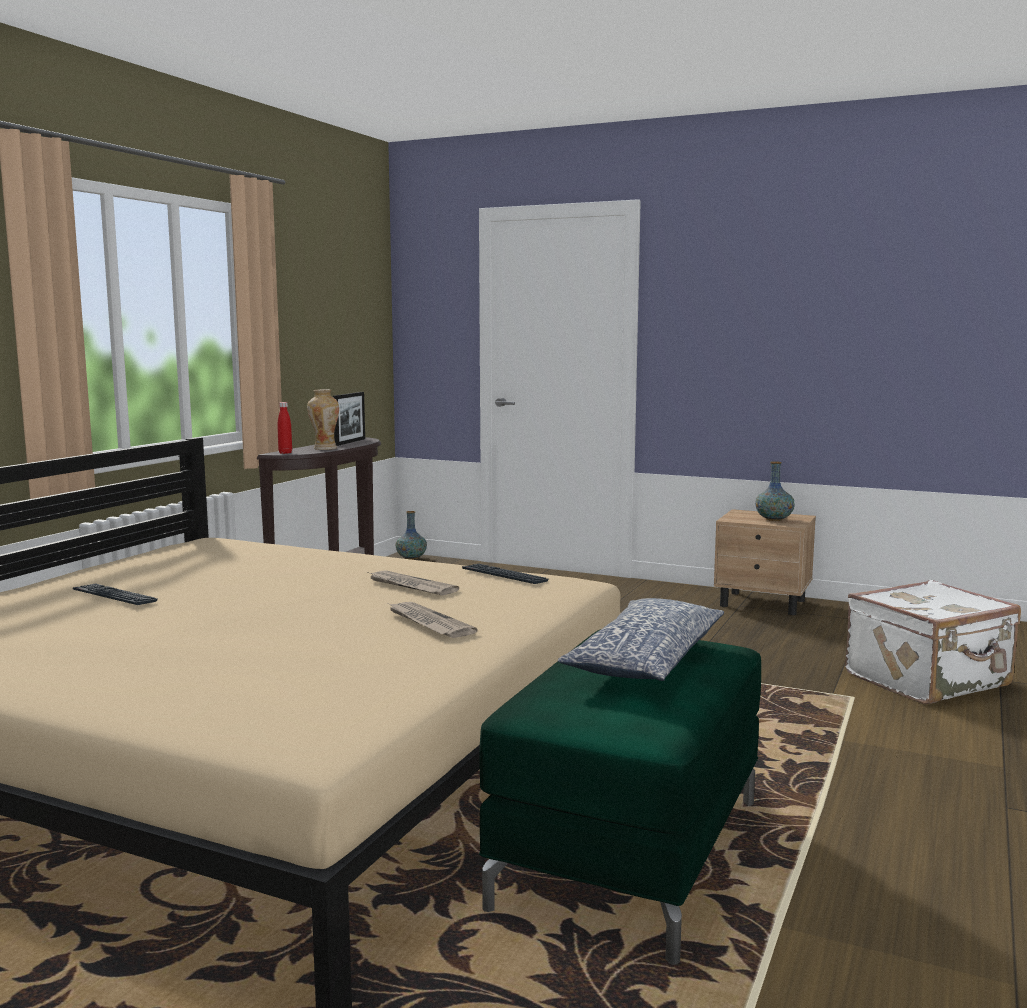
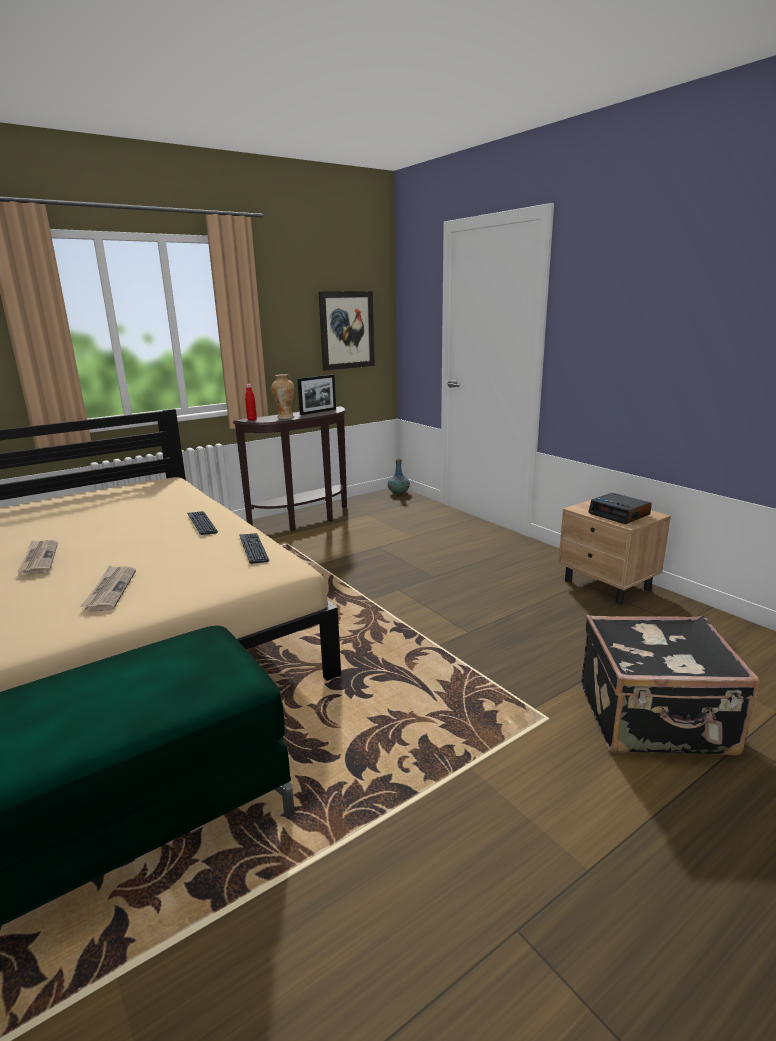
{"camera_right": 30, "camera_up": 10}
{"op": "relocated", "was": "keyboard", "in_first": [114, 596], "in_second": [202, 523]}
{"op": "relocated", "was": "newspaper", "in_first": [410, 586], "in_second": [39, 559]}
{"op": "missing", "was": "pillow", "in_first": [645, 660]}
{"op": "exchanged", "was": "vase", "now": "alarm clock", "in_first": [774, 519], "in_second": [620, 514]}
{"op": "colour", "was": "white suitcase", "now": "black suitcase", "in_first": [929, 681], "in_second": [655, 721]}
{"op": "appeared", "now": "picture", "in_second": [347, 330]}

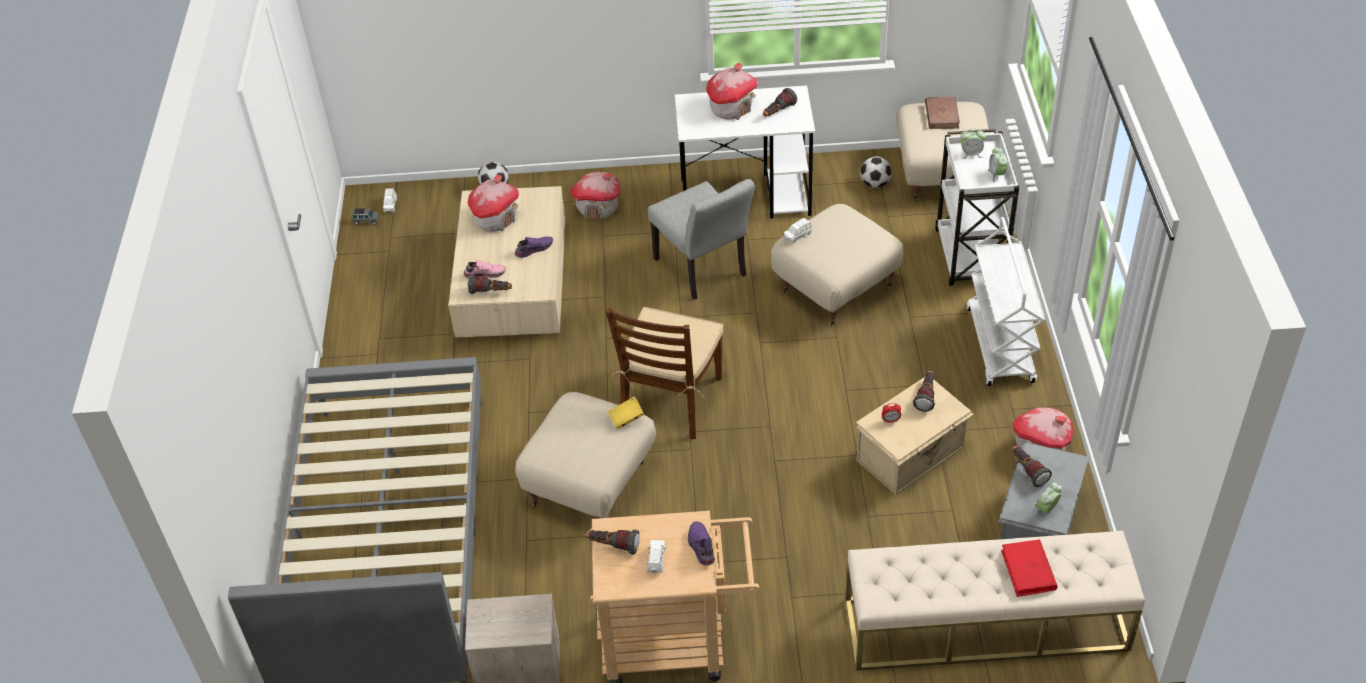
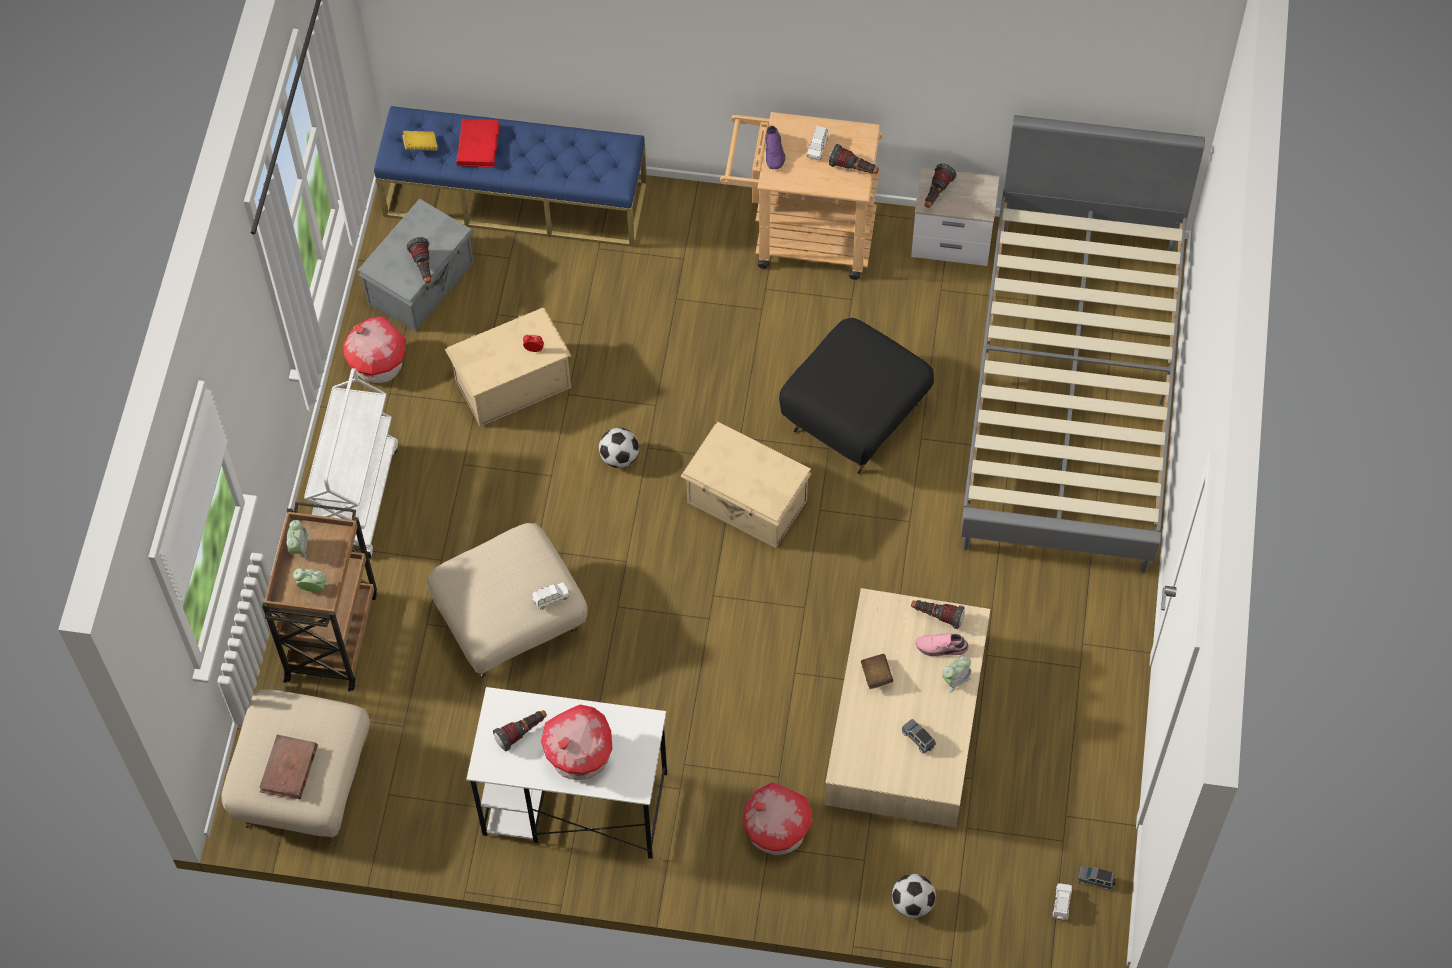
{"camera_right": -170, "camera_up": 15}
{"op": "exchanged", "was": "toy house", "now": "grey toy car", "in_first": [496, 219], "in_second": [918, 739]}
{"op": "exchanged", "was": "purple shoe", "now": "brown book", "in_first": [533, 249], "in_second": [876, 675]}
{"op": "colour", "was": "beige ottoman", "now": "black ottoman", "in_first": [589, 484], "in_second": [856, 417]}
{"op": "exchanged", "was": "brown chair", "now": "beige storage box", "in_first": [671, 400], "in_second": [747, 503]}
{"op": "relocated", "was": "yellow book", "in_first": [626, 418], "in_second": [420, 146]}
{"op": "missing", "was": "grey chair", "in_first": [704, 271]}
{"op": "colour", "was": "beige bench", "now": "blue bench", "in_first": [985, 625], "in_second": [516, 199]}
{"op": "relocated", "was": "football", "in_first": [875, 184], "in_second": [619, 457]}
{"op": "relocated", "was": "flashlight", "in_first": [926, 396], "in_second": [936, 194]}
{"op": "colour", "was": "white cart", "now": "brown cart", "in_first": [970, 257], "in_second": [332, 633]}
{"op": "relocated", "was": "alarm clock", "in_first": [1046, 509], "in_second": [955, 680]}

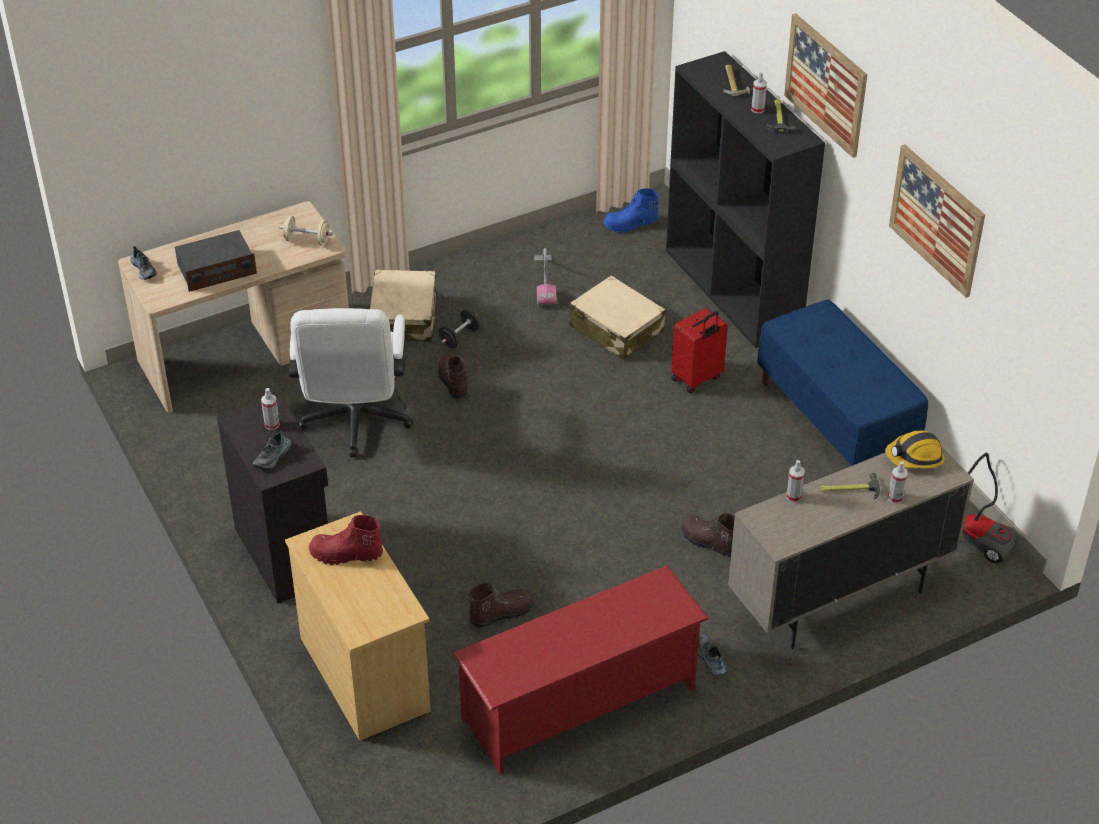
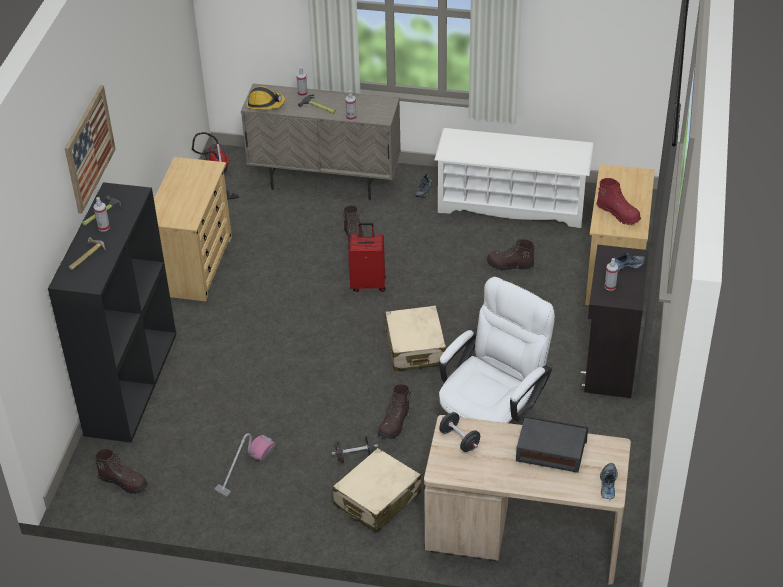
{"camera_right": -140, "camera_up": 0}
{"op": "colour", "was": "beige dumbbell", "now": "black dumbbell", "in_first": [307, 240], "in_second": [459, 440]}
{"op": "colour", "was": "red shoe rack", "now": "white shoe rack", "in_first": [580, 704], "in_second": [512, 204]}
{"op": "relocated", "was": "beige suitcase", "in_first": [616, 329], "in_second": [415, 348]}
{"op": "colour", "was": "blue boot", "now": "brown boot", "in_first": [631, 224], "in_second": [124, 482]}
{"op": "relocated", "was": "red suitcase", "in_first": [697, 379], "in_second": [368, 284]}
{"op": "exchanged", "was": "blue bench", "now": "beige dresser", "in_first": [836, 419], "in_second": [195, 265]}
{"op": "missing", "was": "picture", "in_first": [937, 220]}

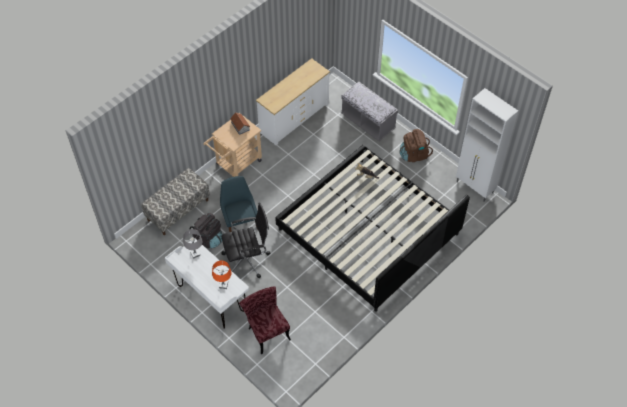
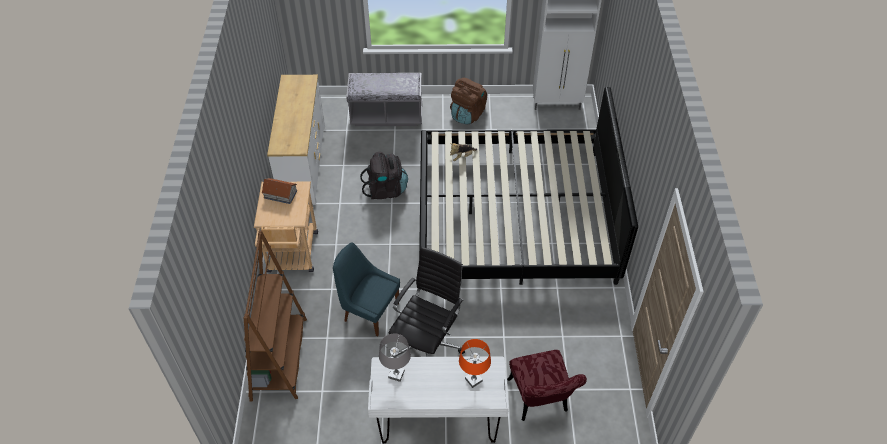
{"camera_right": -45, "camera_up": -5}
{"op": "exchanged", "was": "bench", "now": "brown bookcase", "in_first": [178, 210], "in_second": [279, 358]}
{"op": "relocated", "was": "black backpack", "in_first": [208, 238], "in_second": [386, 189]}
{"op": "spun", "was": "red chair", "in_first": [266, 330], "in_second": [540, 401], "clockwise": -120}

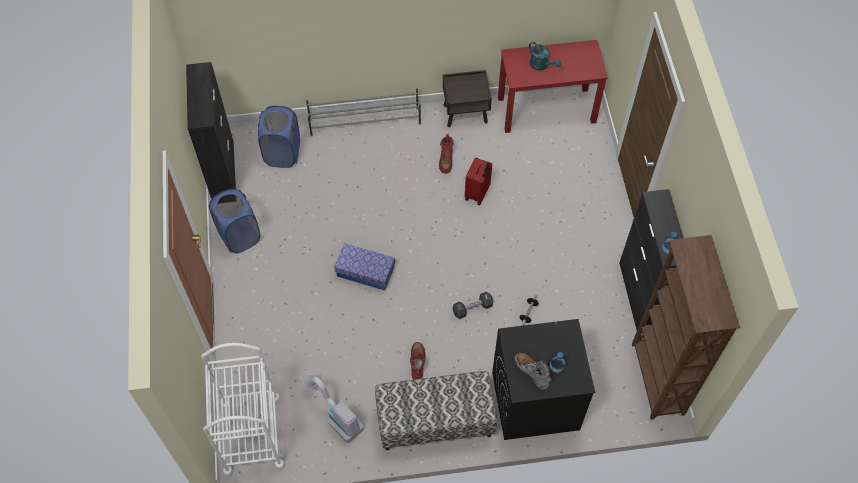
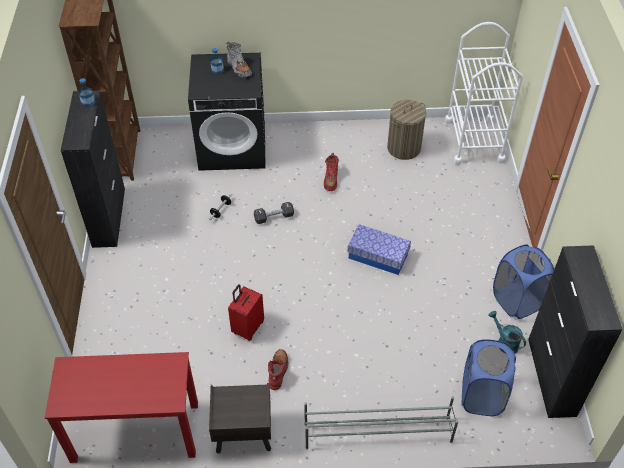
{"camera_right": -175, "camera_up": -10}
{"op": "exchanged", "was": "vacuum cleaner", "now": "laundry basket", "in_first": [336, 416], "in_second": [404, 148]}
{"op": "missing", "was": "bench", "in_first": [435, 422]}
{"op": "relocated", "was": "turquoise watering can", "in_first": [541, 65], "in_second": [504, 342]}

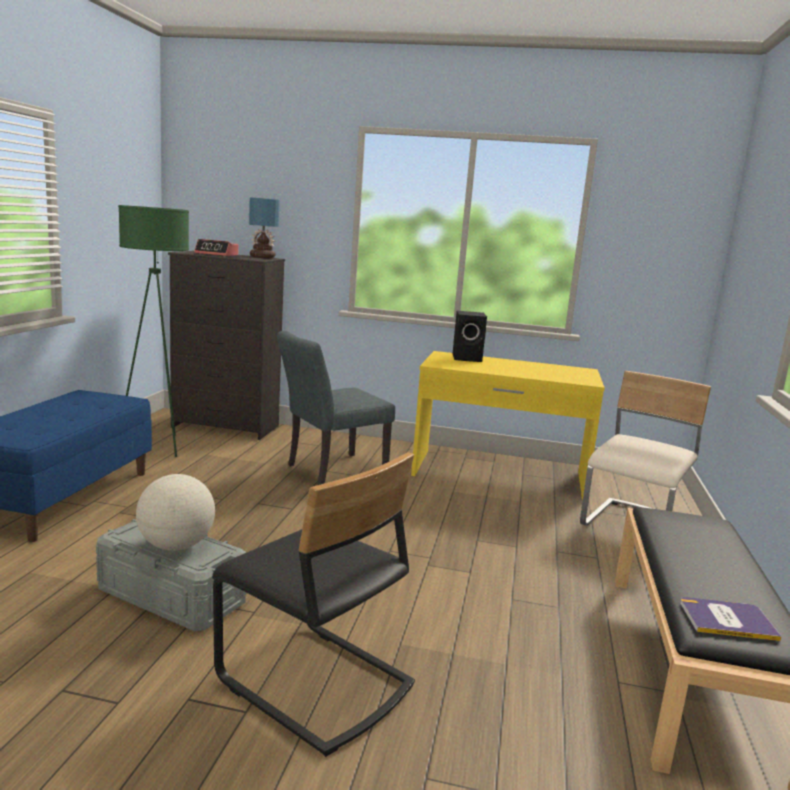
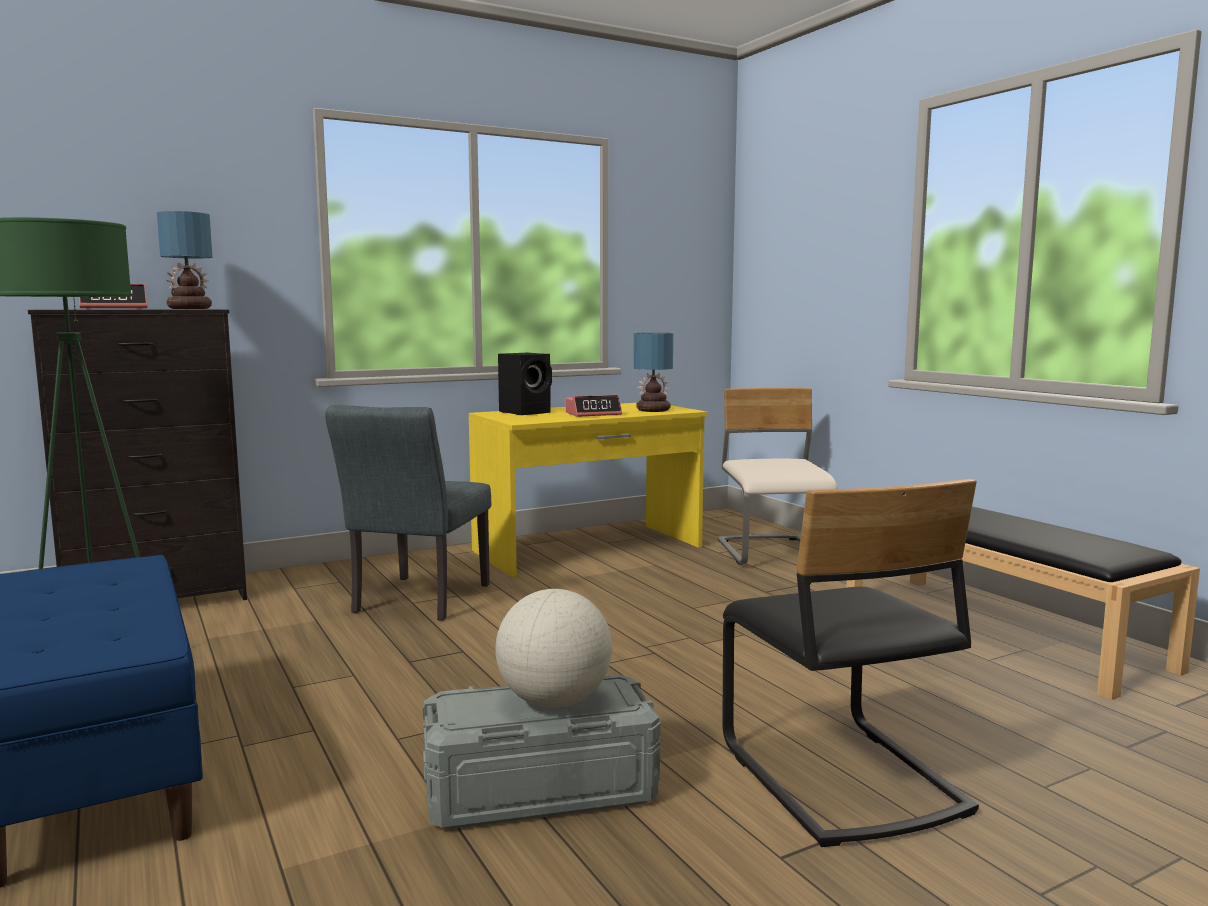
{"camera_right": -40, "camera_up": -5}
{"op": "spun", "was": "black chair", "in_first": [314, 683], "in_second": [839, 778], "clockwise": 75}
{"op": "missing", "was": "book", "in_first": [727, 620]}
{"op": "appeared", "now": "alarm clock", "in_second": [593, 414]}
{"op": "appeared", "now": "table lamp", "in_second": [652, 410]}

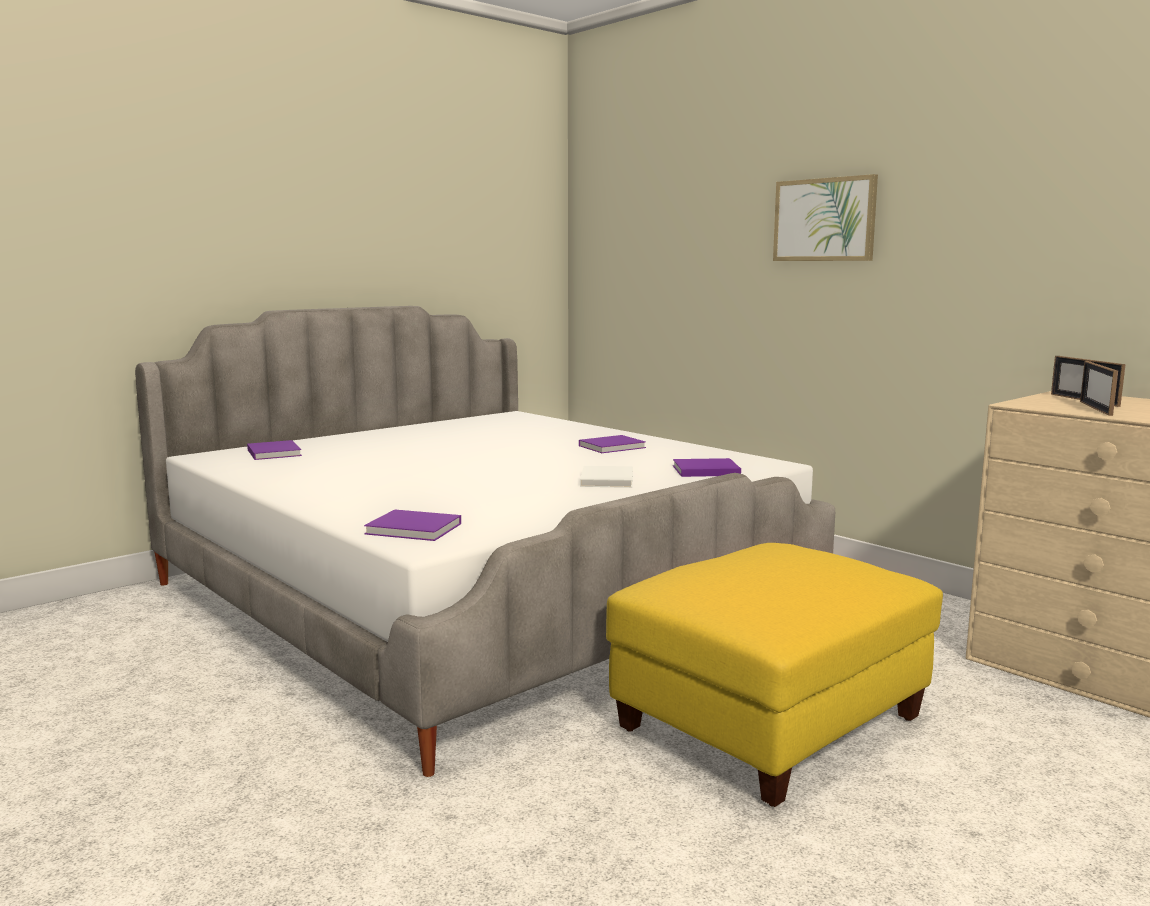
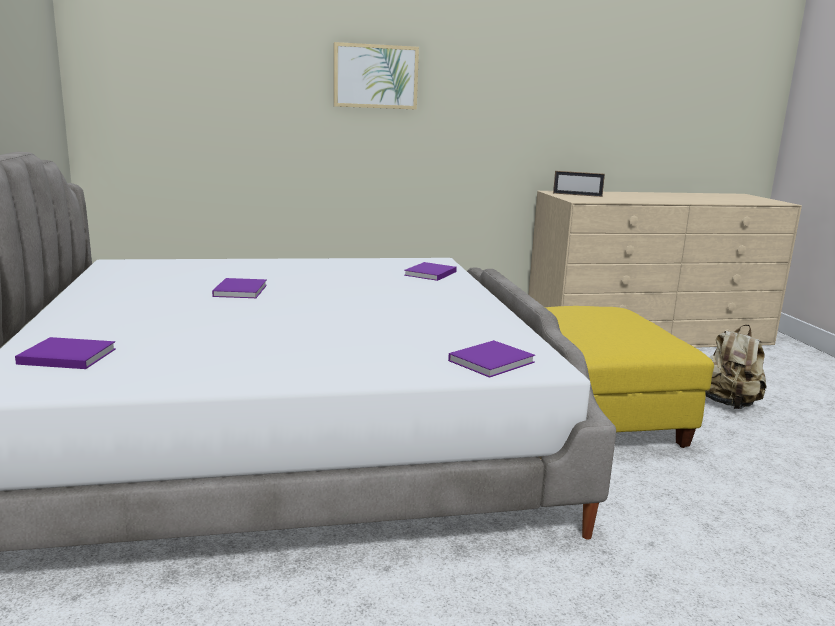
{"camera_right": -60, "camera_up": 5}
{"op": "relocated", "was": "purple book", "in_first": [613, 446], "in_second": [241, 290]}
{"op": "missing", "was": "white book", "in_first": [607, 479]}
{"op": "missing", "was": "picture frame", "in_first": [1095, 408]}
{"op": "appeared", "now": "beige backpack", "in_second": [728, 404]}

